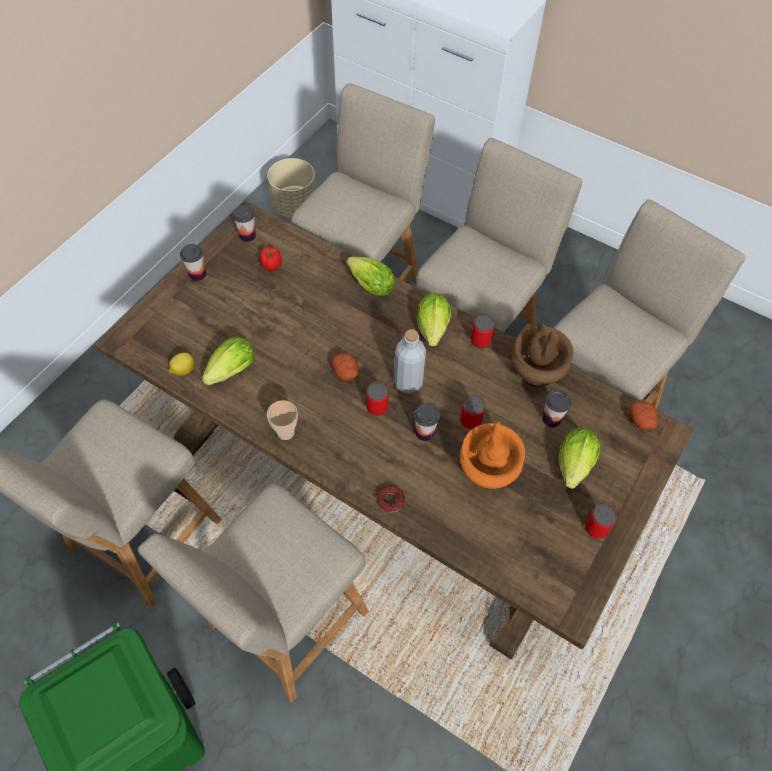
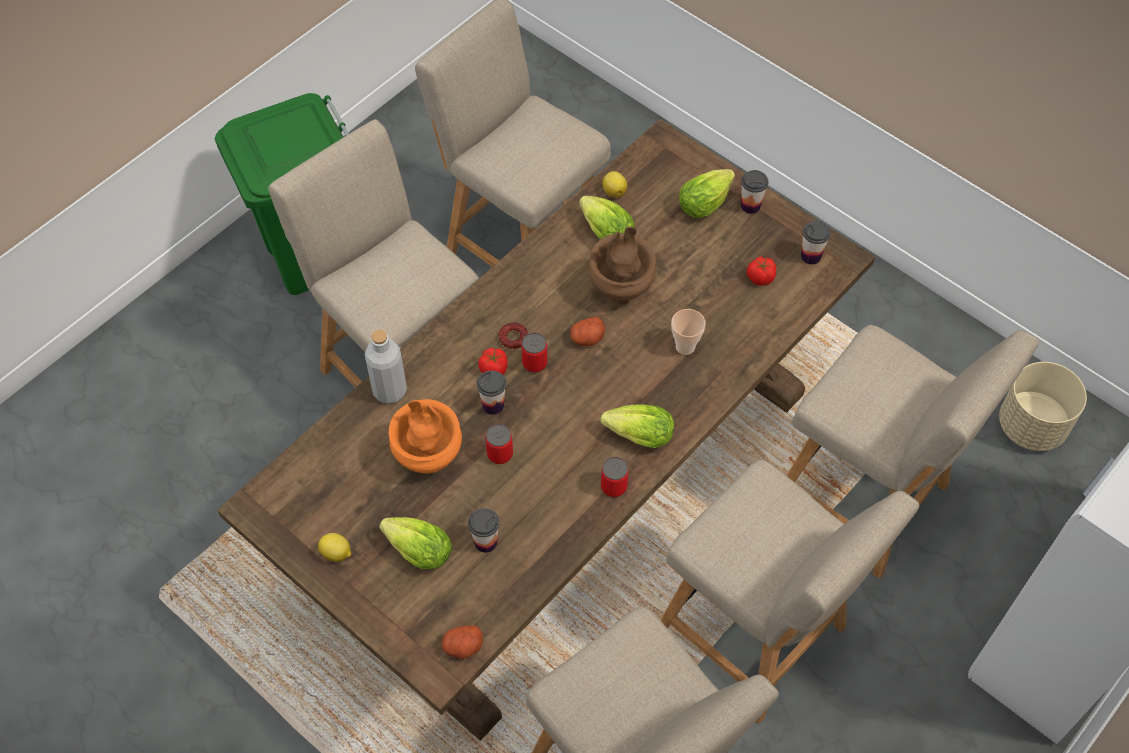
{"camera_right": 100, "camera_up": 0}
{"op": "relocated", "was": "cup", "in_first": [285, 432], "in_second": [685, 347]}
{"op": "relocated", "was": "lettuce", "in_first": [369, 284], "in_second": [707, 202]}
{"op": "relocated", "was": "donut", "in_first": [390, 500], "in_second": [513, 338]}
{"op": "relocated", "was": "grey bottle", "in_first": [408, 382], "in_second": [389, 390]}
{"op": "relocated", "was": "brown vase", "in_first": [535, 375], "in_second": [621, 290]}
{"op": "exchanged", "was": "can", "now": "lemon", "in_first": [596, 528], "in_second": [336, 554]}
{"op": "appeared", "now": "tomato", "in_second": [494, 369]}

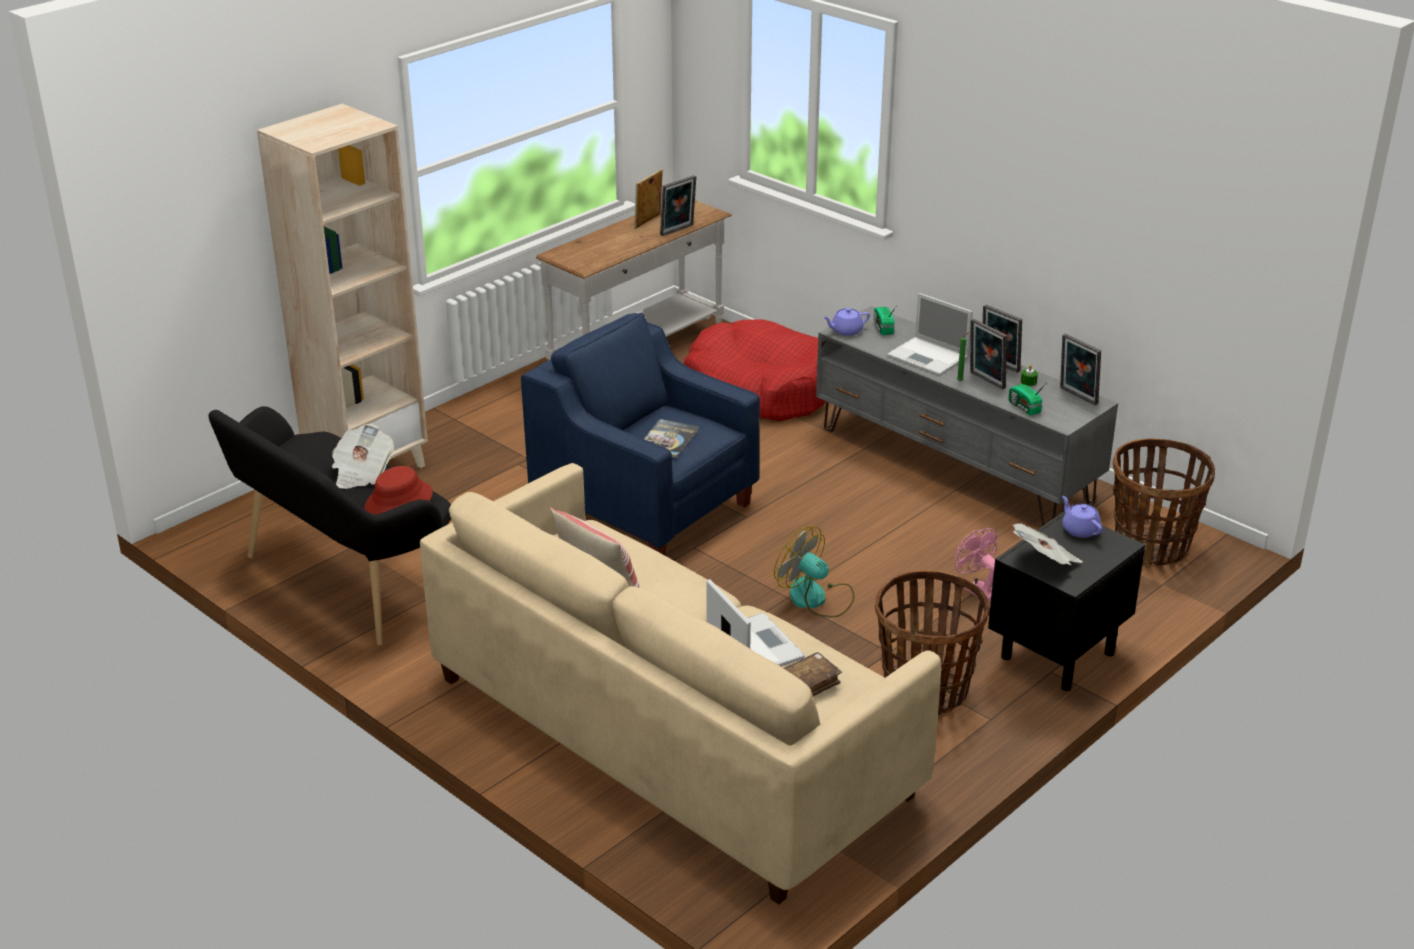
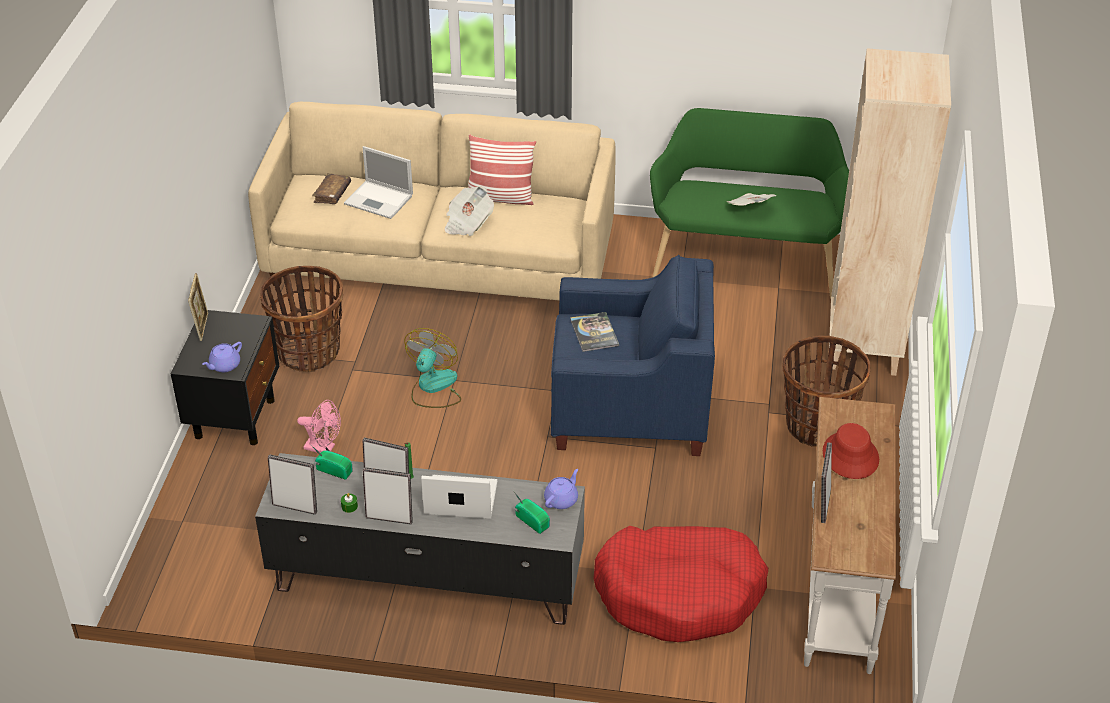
{"camera_right": 145, "camera_up": 10}
{"op": "colour", "was": "black bench", "now": "green bench", "in_first": [344, 583], "in_second": [745, 261]}
{"op": "relocated", "was": "red hat", "in_first": [399, 502], "in_second": [850, 456]}
{"op": "relocated", "was": "picture frame", "in_first": [648, 222], "in_second": [202, 326]}
{"op": "spun", "was": "fan", "in_first": [816, 599], "in_second": [433, 387], "clockwise": -75}
{"op": "relocated", "was": "newspaper", "in_first": [1045, 561], "in_second": [467, 223]}
{"op": "spun", "was": "purple teapot", "in_first": [1079, 530], "in_second": [224, 365], "clockwise": 105}
{"op": "relocated", "was": "basket", "in_first": [1151, 546], "in_second": [817, 426]}

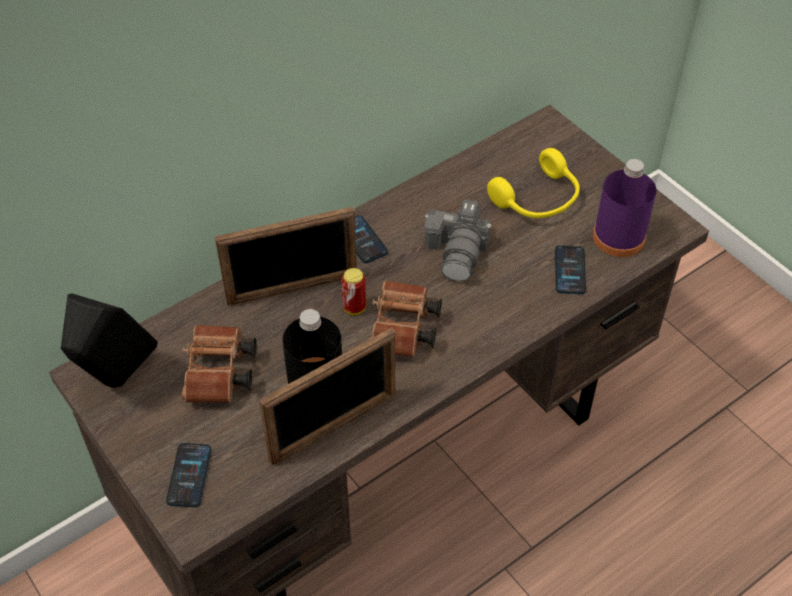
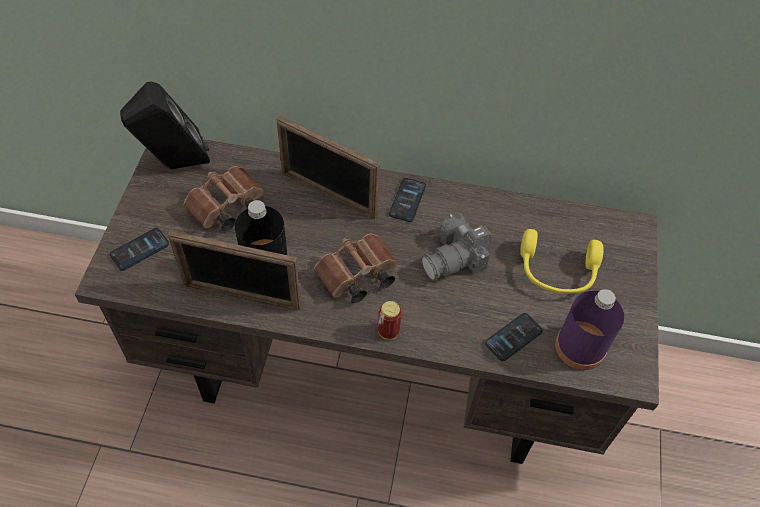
{"camera_right": 45, "camera_up": 5}
{"op": "relocated", "was": "can", "in_first": [354, 308], "in_second": [388, 332]}

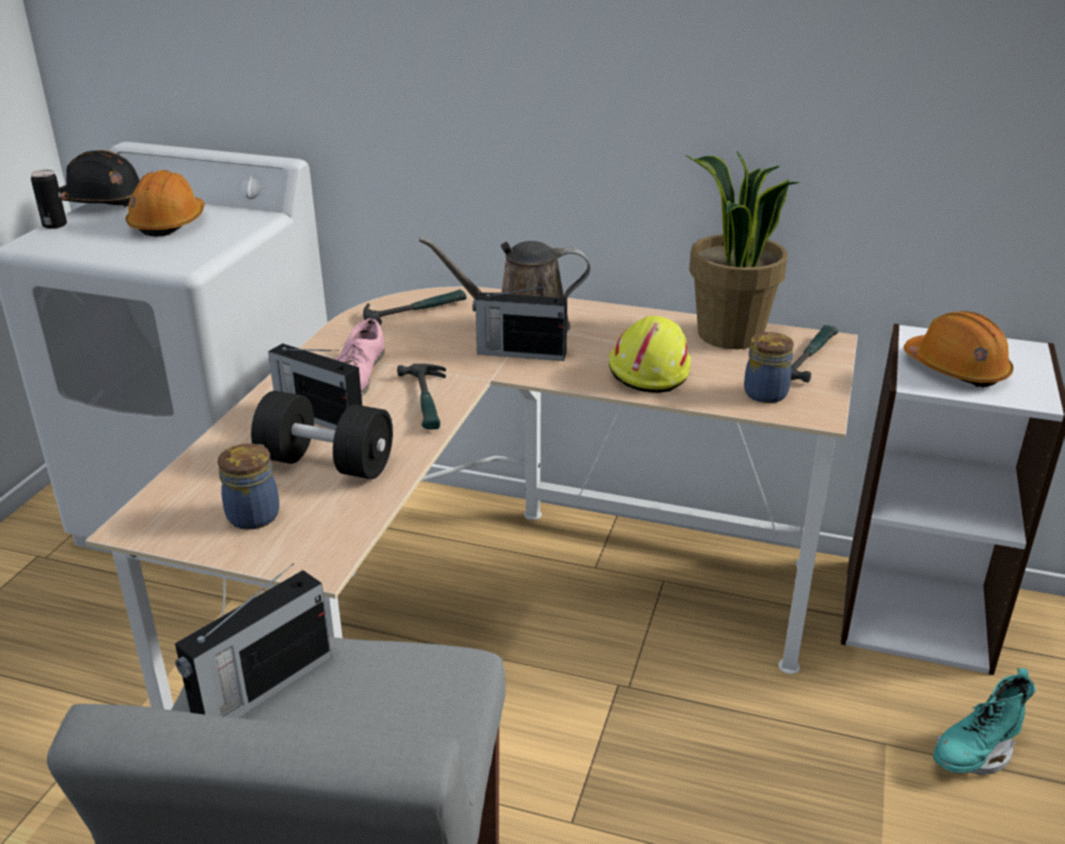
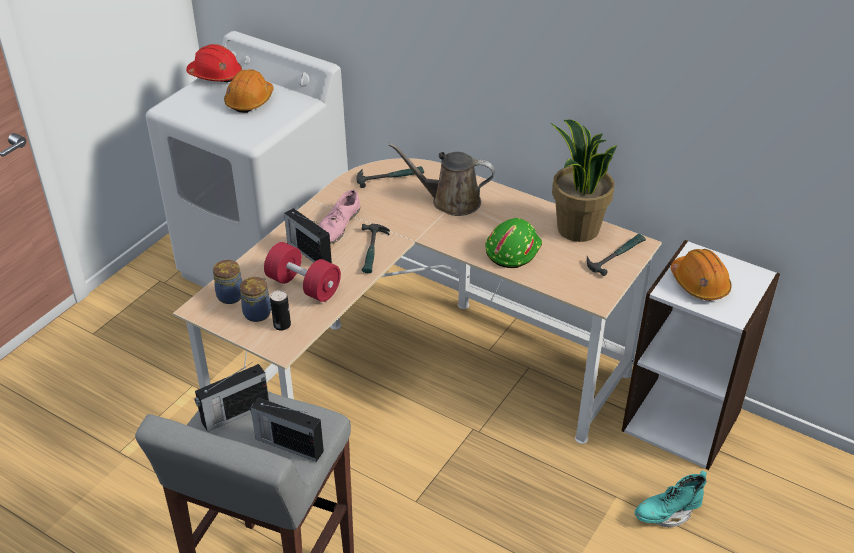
{"camera_right": 15, "camera_up": 10}
{"op": "relocated", "was": "can", "in_first": [55, 225], "in_second": [282, 325]}
{"op": "colour", "was": "black hard hat", "now": "red hard hat", "in_first": [103, 201], "in_second": [215, 75]}
{"op": "colour", "was": "black dumbbell", "now": "red dumbbell", "in_first": [326, 463], "in_second": [303, 286]}
{"op": "relocated", "was": "radio", "in_first": [519, 353], "in_second": [288, 444]}
{"op": "colour", "was": "yellow hard hat", "now": "green hard hat", "in_first": [648, 370], "in_second": [512, 249]}
{"op": "relocated", "was": "jar", "in_first": [764, 393], "in_second": [230, 295]}

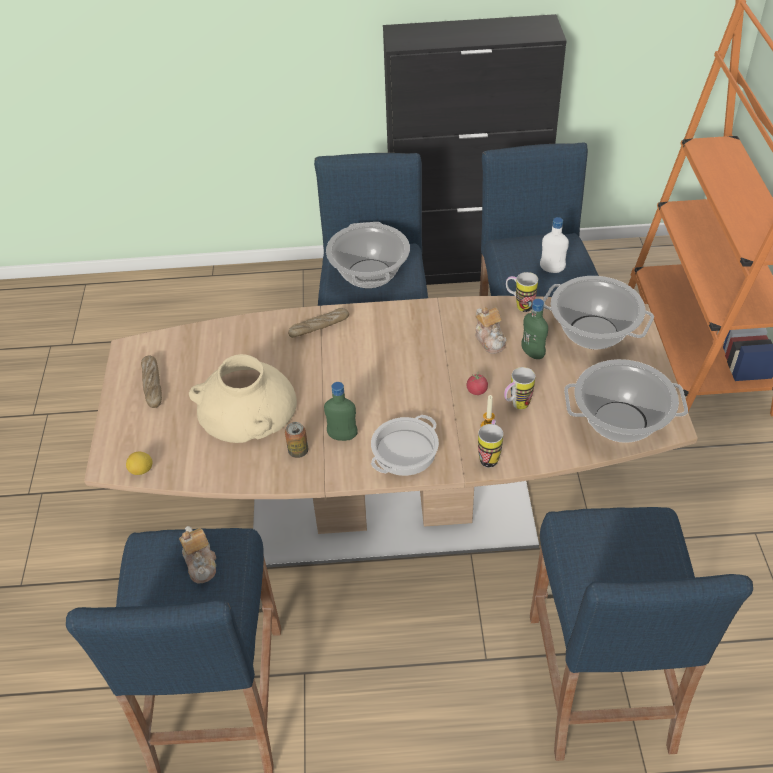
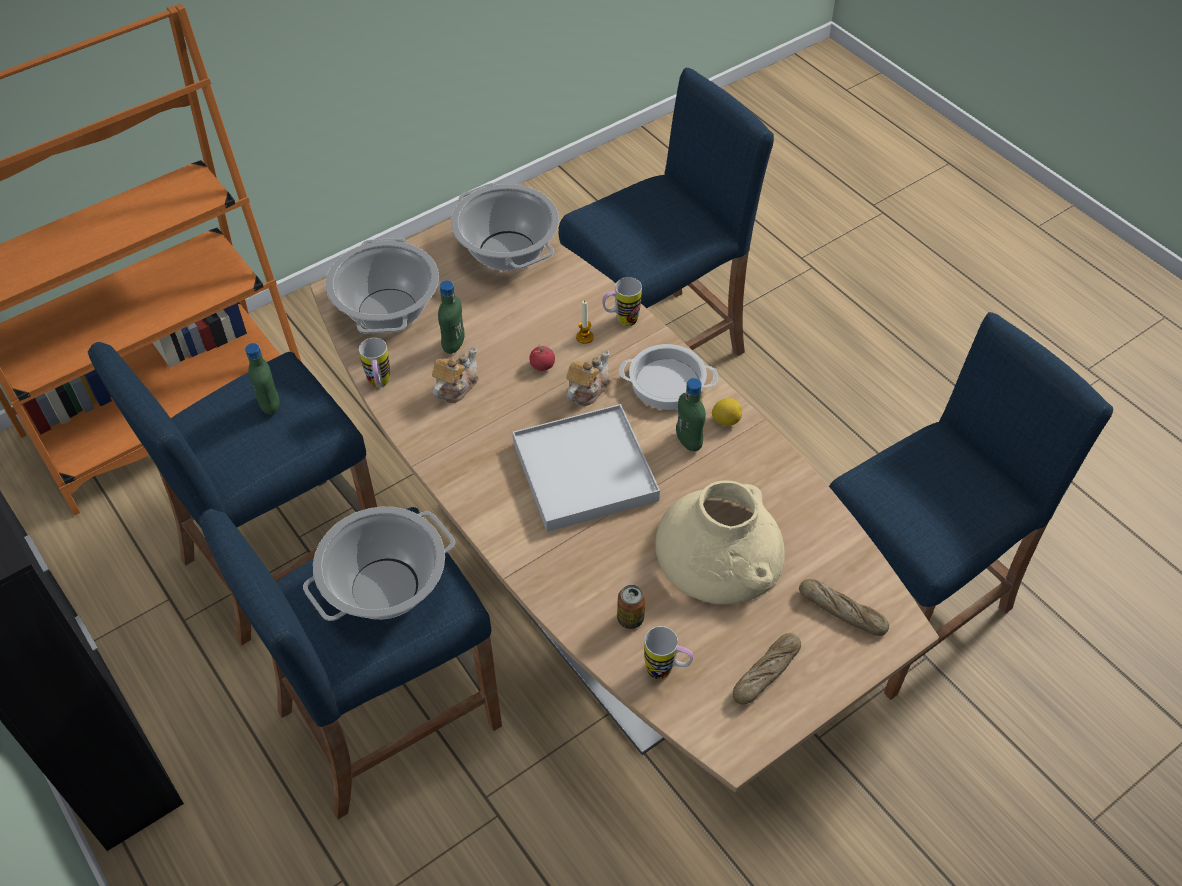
{"camera_right": -125, "camera_up": 5}
{"op": "relocated", "was": "lemon", "in_first": [142, 470], "in_second": [726, 420]}
{"op": "relocated", "was": "teapot", "in_first": [201, 563], "in_second": [587, 389]}
{"op": "relocated", "was": "can", "in_first": [298, 451], "in_second": [630, 618]}
{"op": "relocated", "was": "bread", "in_first": [319, 327], "in_second": [842, 611]}
{"op": "relocated", "was": "mug", "in_first": [516, 406], "in_second": [666, 671]}
{"op": "colour", "was": "white bottle", "now": "green bottle", "in_first": [552, 270], "in_second": [270, 405]}
{"op": "appeared", "now": "white tray", "in_second": [585, 471]}

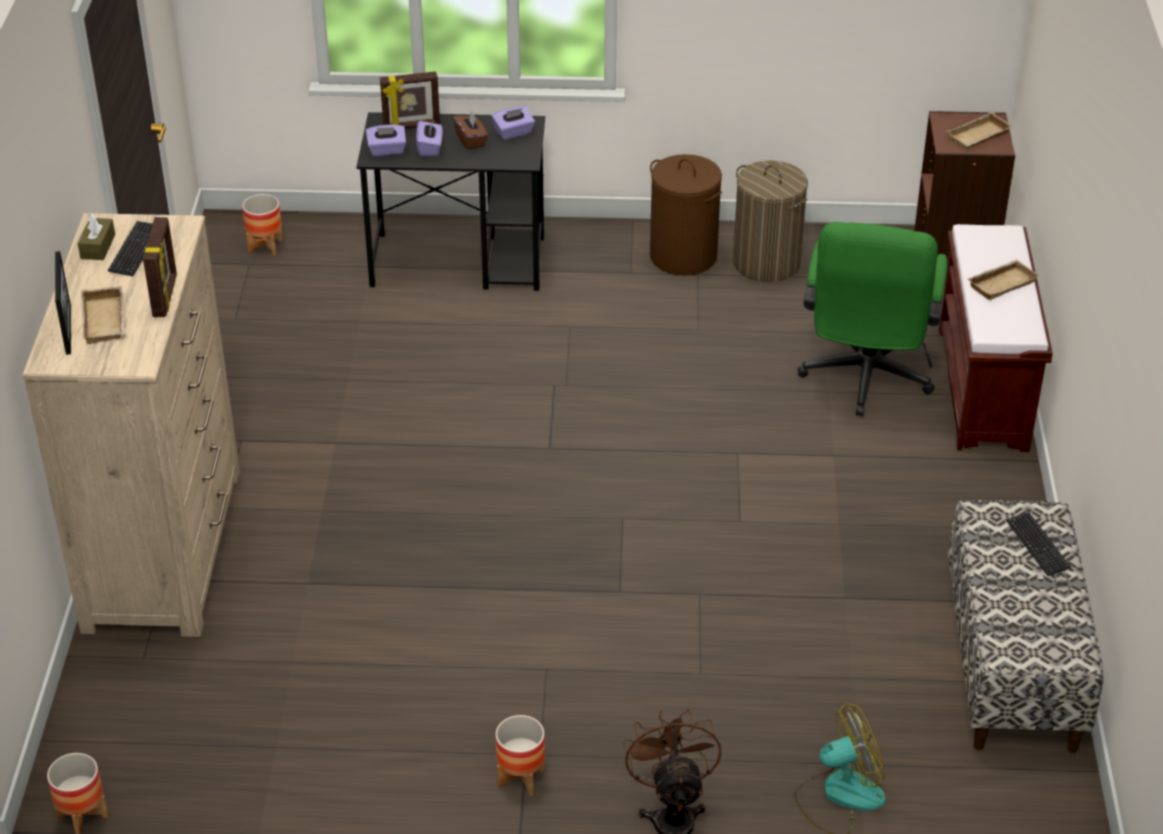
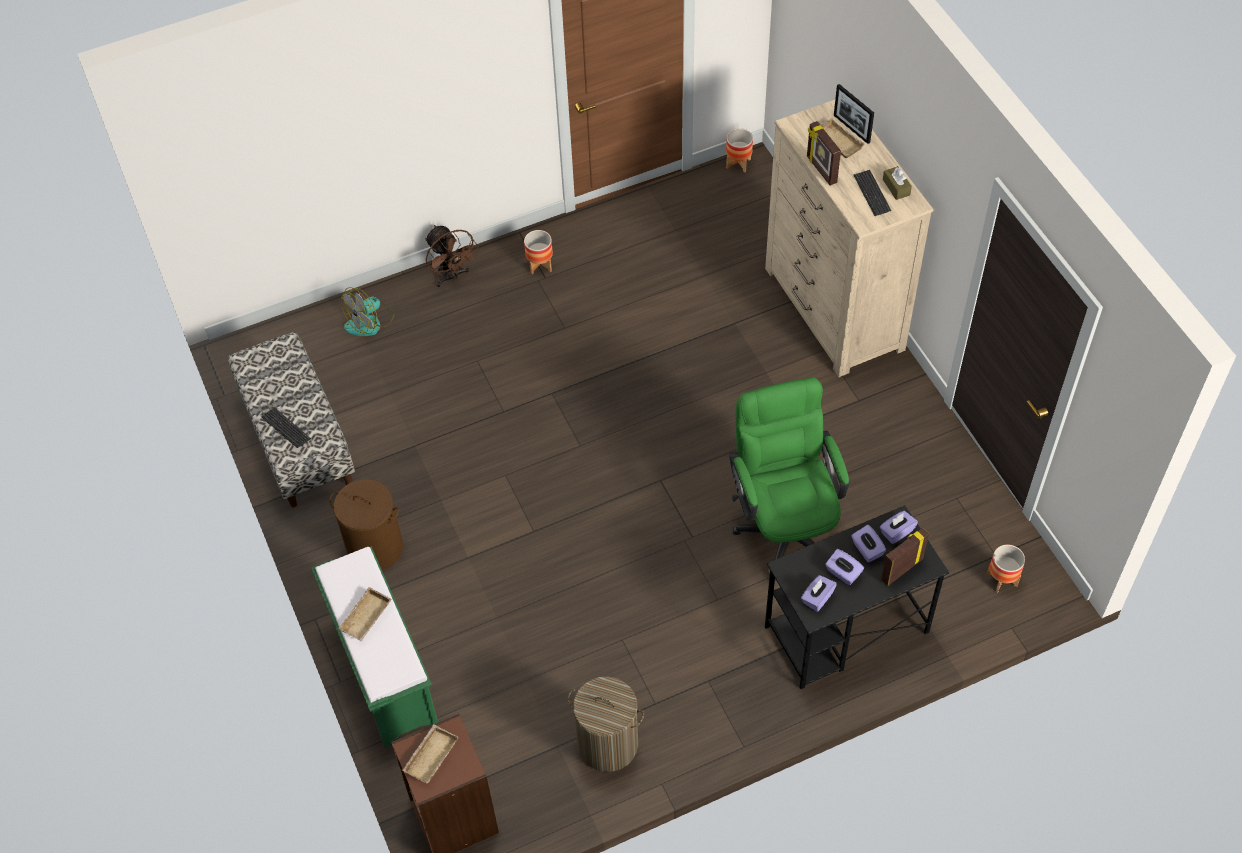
{"camera_right": 155, "camera_up": 15}
{"op": "colour", "was": "brown tissue box", "now": "purple tissue box", "in_first": [471, 140], "in_second": [843, 573]}
{"op": "relocated", "was": "brown laundry basket", "in_first": [682, 256], "in_second": [375, 547]}
{"op": "relocated", "was": "green office chair", "in_first": [865, 380], "in_second": [784, 524]}
{"op": "colour", "was": "brown bench", "now": "green bench", "in_first": [983, 389], "in_second": [383, 671]}

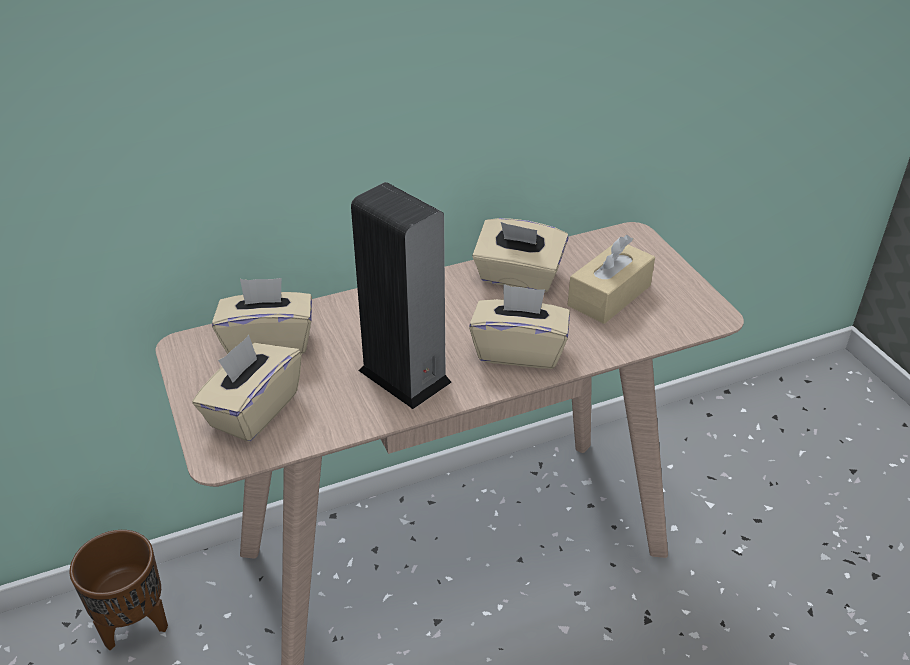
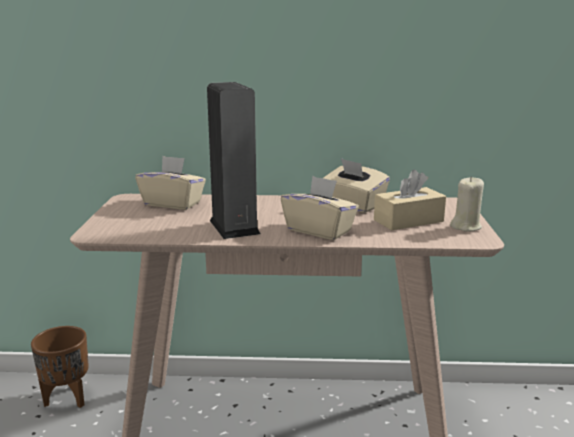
{"camera_right": 25, "camera_up": -20}
{"op": "missing", "was": "beige tissue box", "in_first": [253, 410]}
{"op": "appeared", "now": "beige candle", "in_second": [466, 226]}

